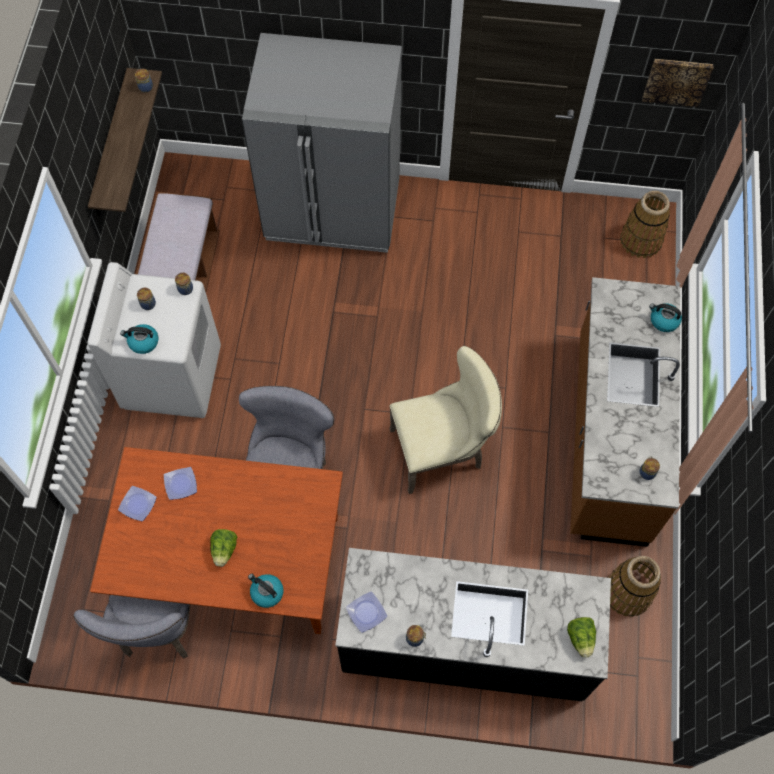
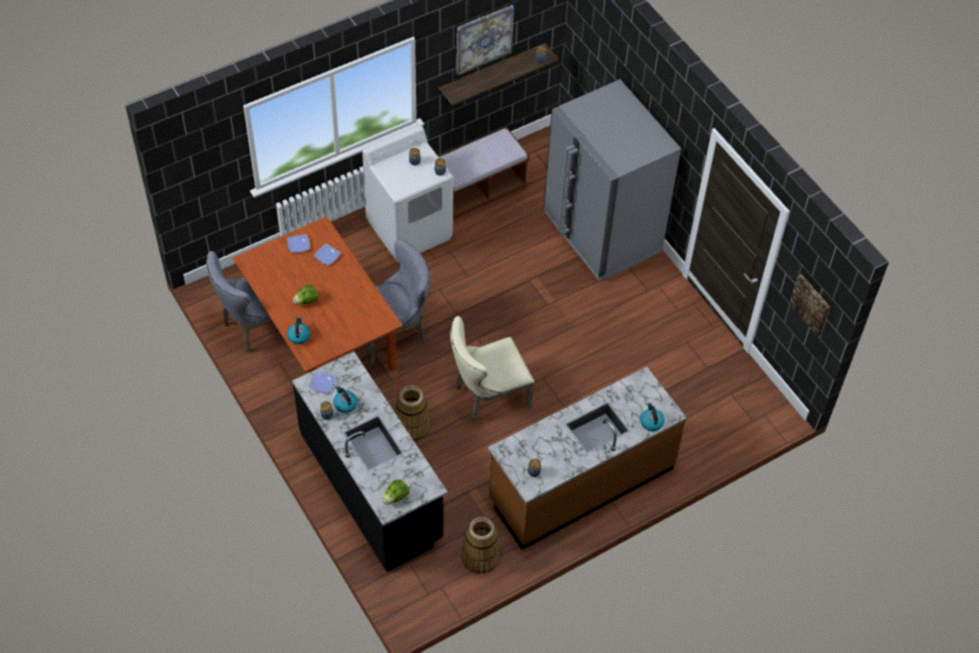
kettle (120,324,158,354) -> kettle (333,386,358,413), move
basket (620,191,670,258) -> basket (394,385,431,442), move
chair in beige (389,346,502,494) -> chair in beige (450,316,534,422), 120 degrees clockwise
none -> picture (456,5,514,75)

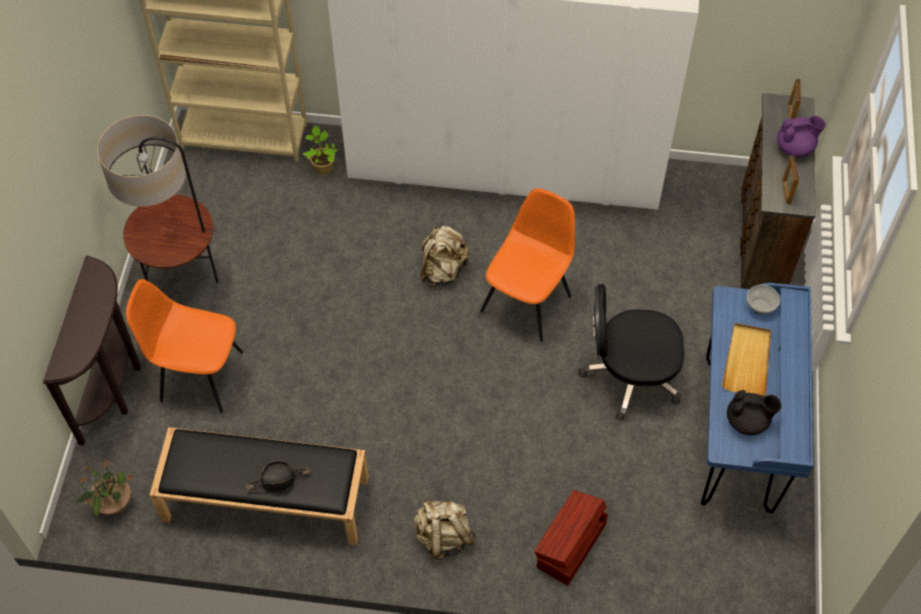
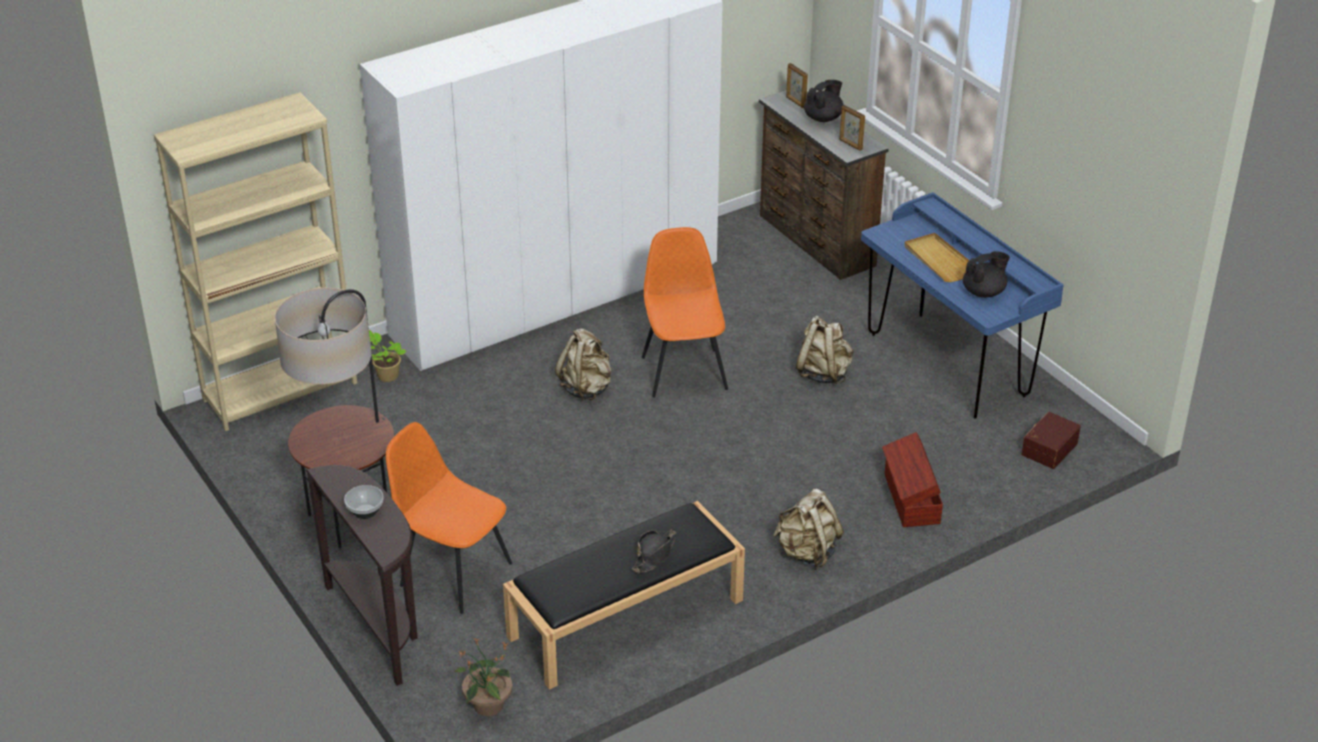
bowl (747,285,780,314) -> bowl (344,485,384,519), move
chair in orange (126,279,243,413) -> chair in orange (386,422,512,614), 60 degrees clockwise
office chair in black (578,284,684,420) -> backpack in beige (796,316,854,384)
teapot in purple (777,116,826,157) -> teapot in black (804,80,843,122)
none -> storage box in brown (1021,412,1081,469)

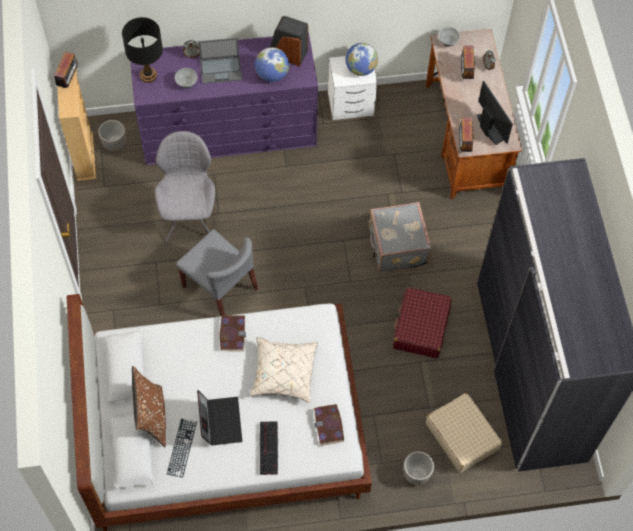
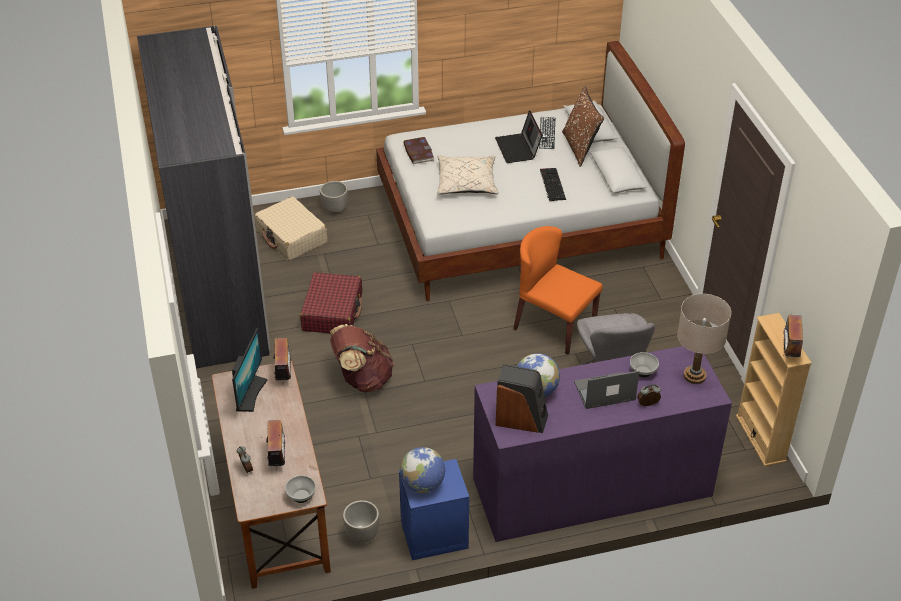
monitor (477,81,513,145) -> monitor (232,328,267,412), 135 degrees counterclockwise
suitcase in grey (369,202,431,273) -> backpack in brown (330,324,394,392)
planter (98,120,126,151) -> planter (343,500,379,543), move
nightstand in white (328,56,377,120) -> nightstand in blue (399,459,469,560)
chair in grey (176,229,258,316) -> chair in orange (513,226,603,355)
keyboard (260,421,279,475) -> keyboard (540,168,566,201), move
table lamp in black (122,17,163,83) -> table lamp in beige (677,294,731,384)
book (220,315,246,351) -> none

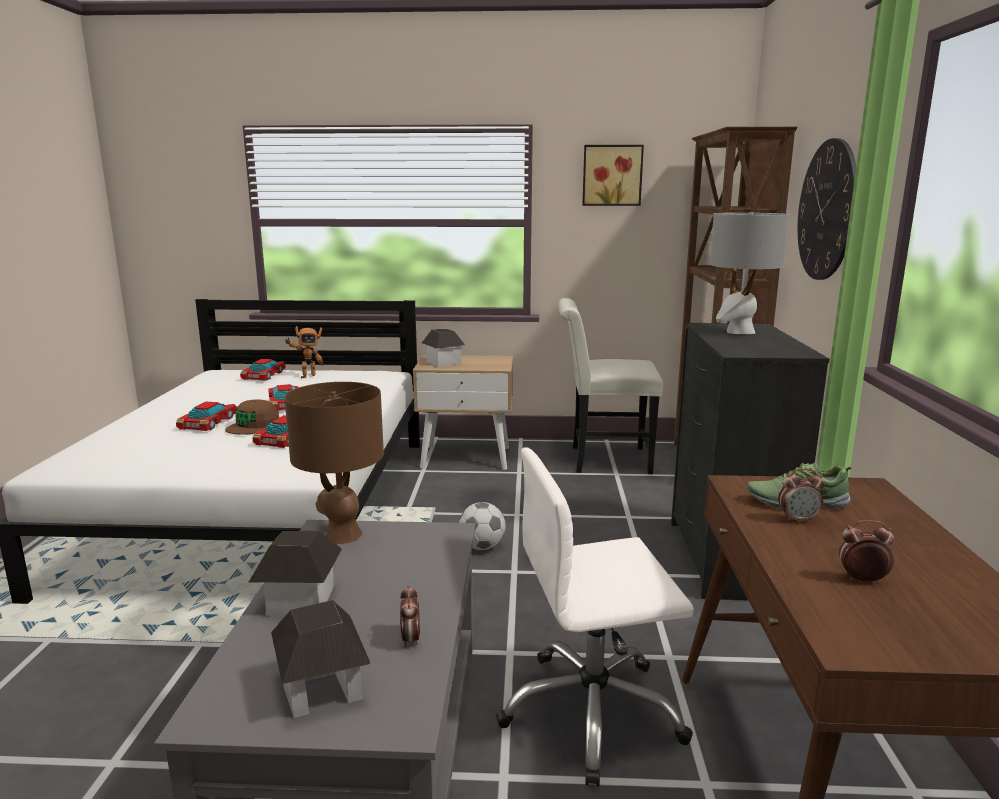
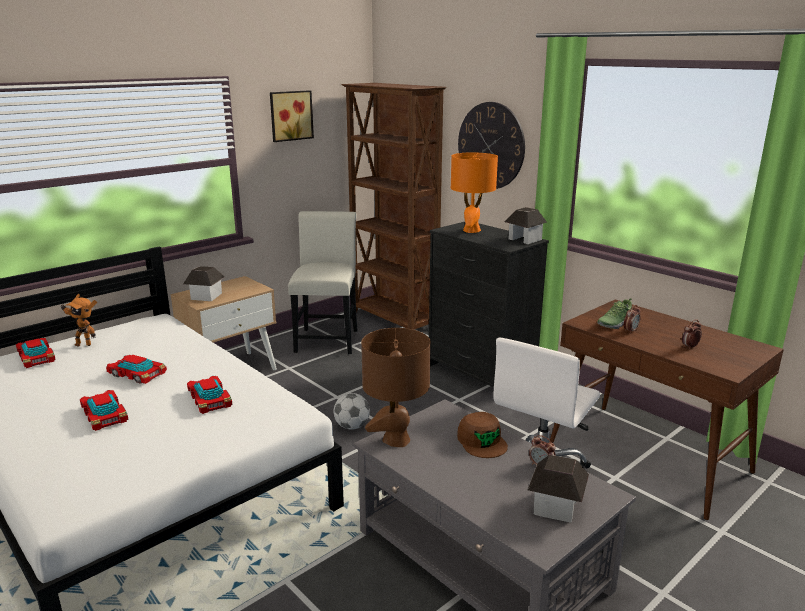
toy robot (285,326,323,378) -> toy robot (60,294,97,346), 90 degrees clockwise
chair in white (558,298,663,474) -> chair in white (288,211,357,354), 135 degrees clockwise
table lamp in grey (710,212,790,334) -> table lamp in orange (451,152,498,233)
cap in brown (225,399,279,435) -> cap in brown (457,412,508,458), move
toy house (249,531,342,616) -> toy house (505,207,547,244), move

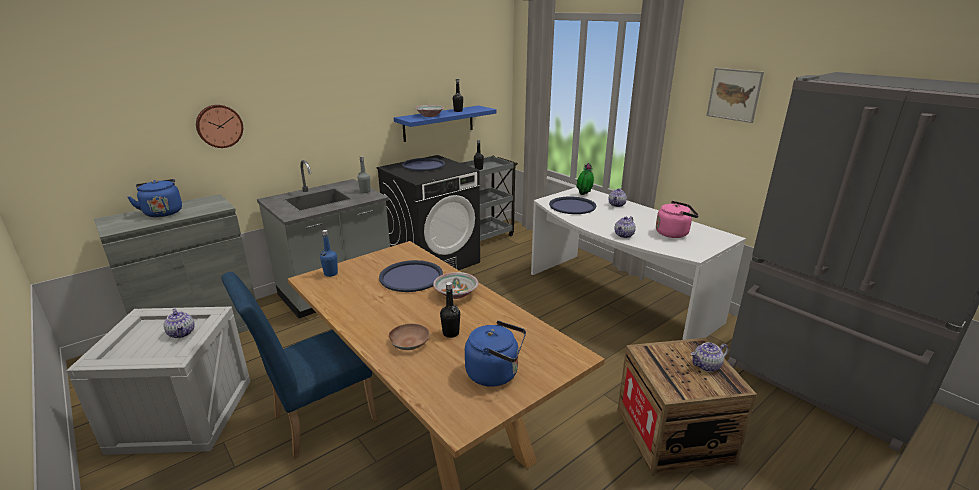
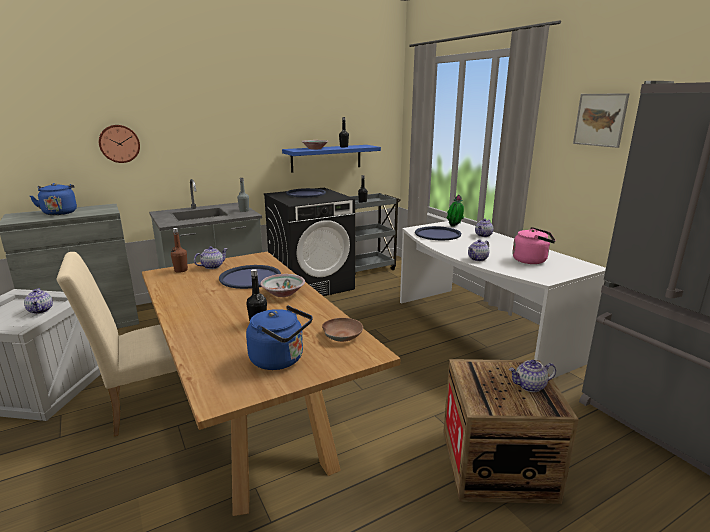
chair in blue (221,272,377,458) -> chair in beige (56,252,177,436)
bottle in blue (320,230,338,277) -> bottle in brown (171,228,188,273)
none -> teapot (194,246,228,269)
bowl in brown (389,323,430,350) -> bowl in brown (322,318,363,342), move

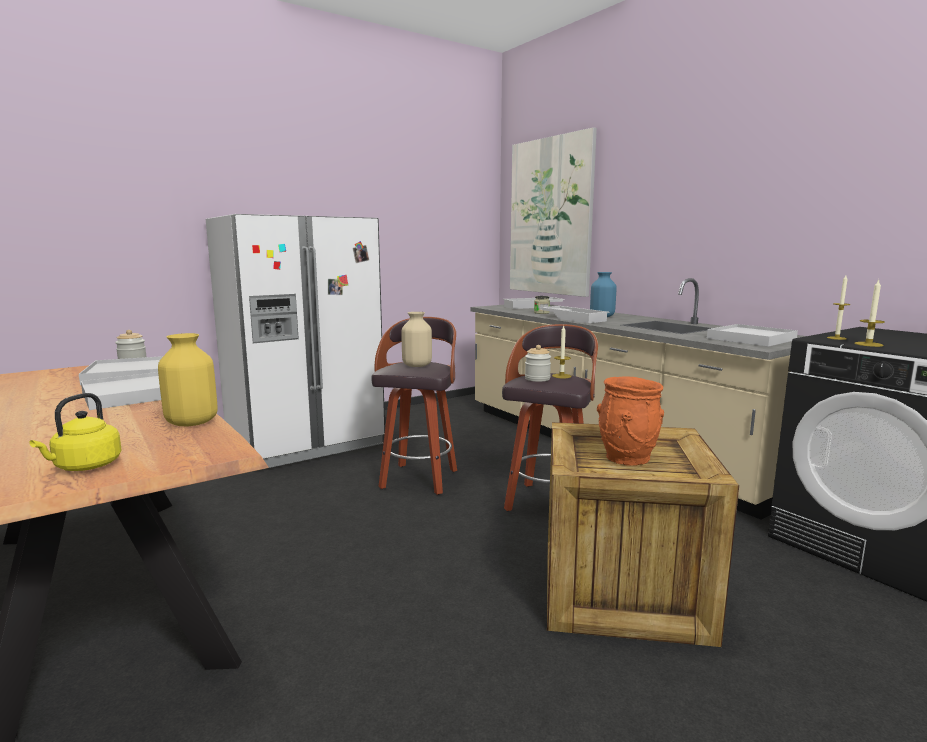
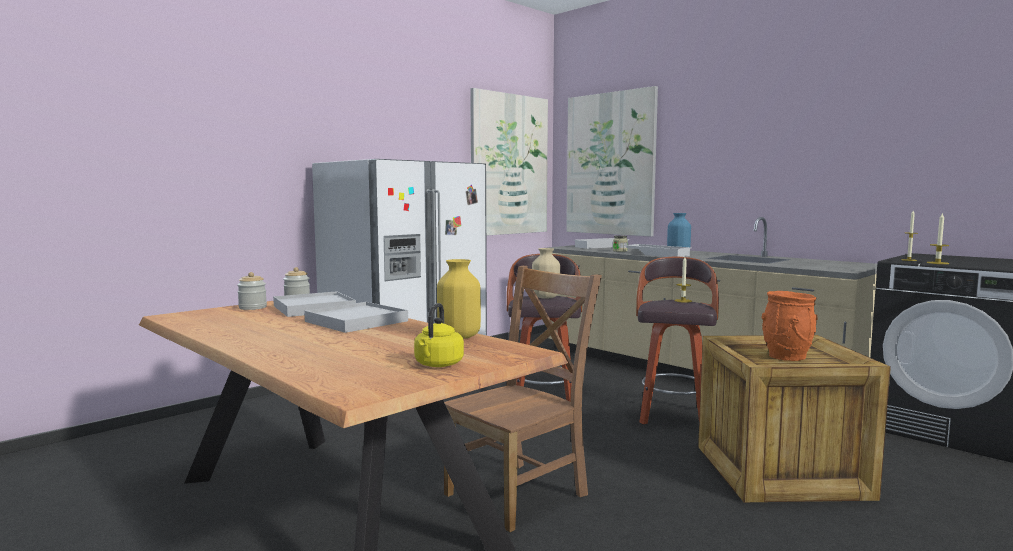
jar (525,345,551,382) -> jar (237,272,267,310), move
none -> chair in brown (444,266,602,532)
none -> picture (470,88,548,236)
tray in white (707,324,798,347) -> none

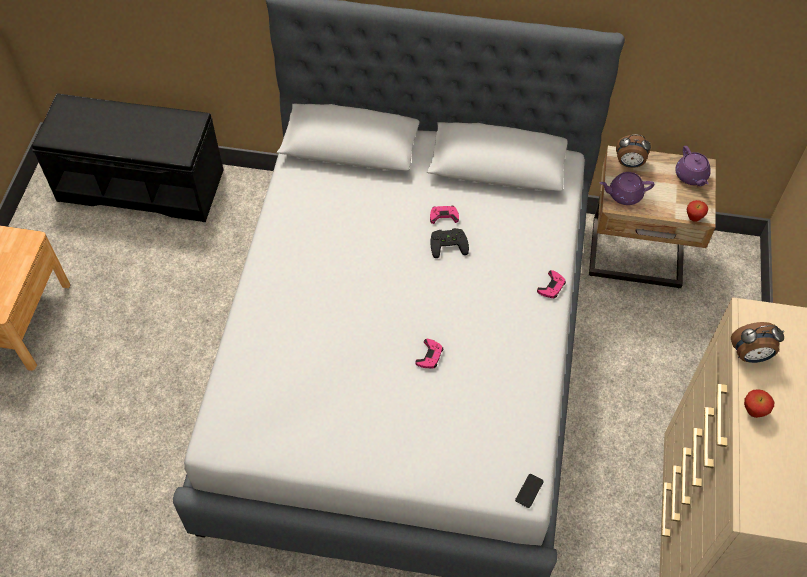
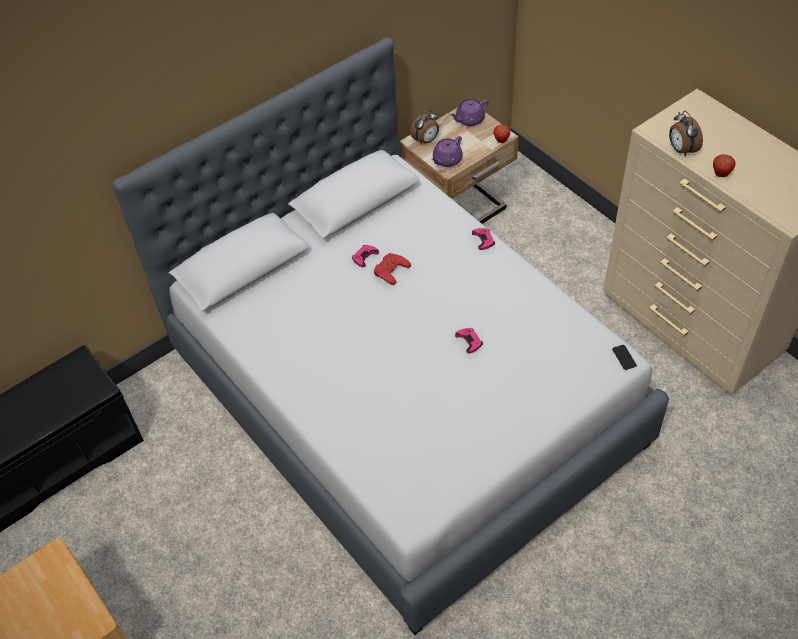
game controller in black (430,228,469,258) -> game controller in red (374,253,411,285)
teapot in purple (675,146,711,186) -> teapot in purple (450,99,489,126), 120 degrees clockwise
alarm clock (731,322,784,363) -> alarm clock (669,111,703,157), 120 degrees clockwise

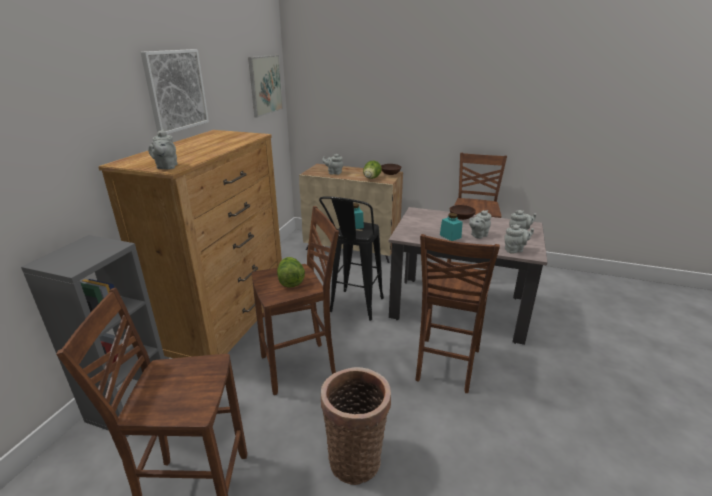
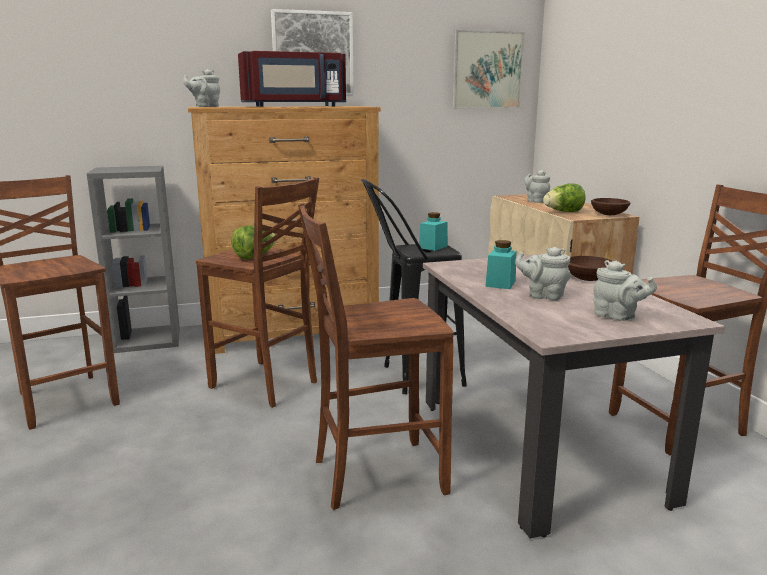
none -> microwave in red (238,51,346,107)
basket (321,367,391,485) -> none
teapot in grey (504,225,534,254) -> none

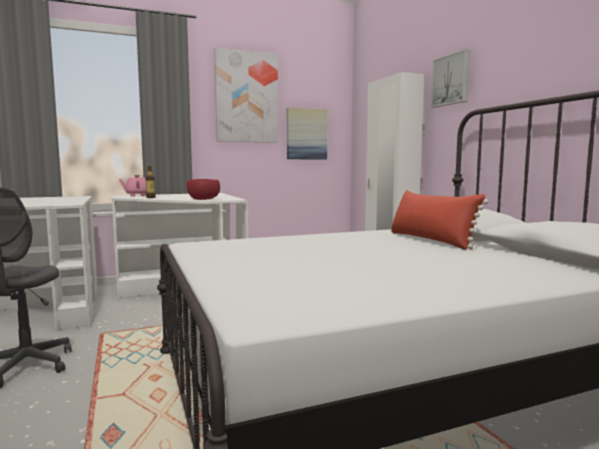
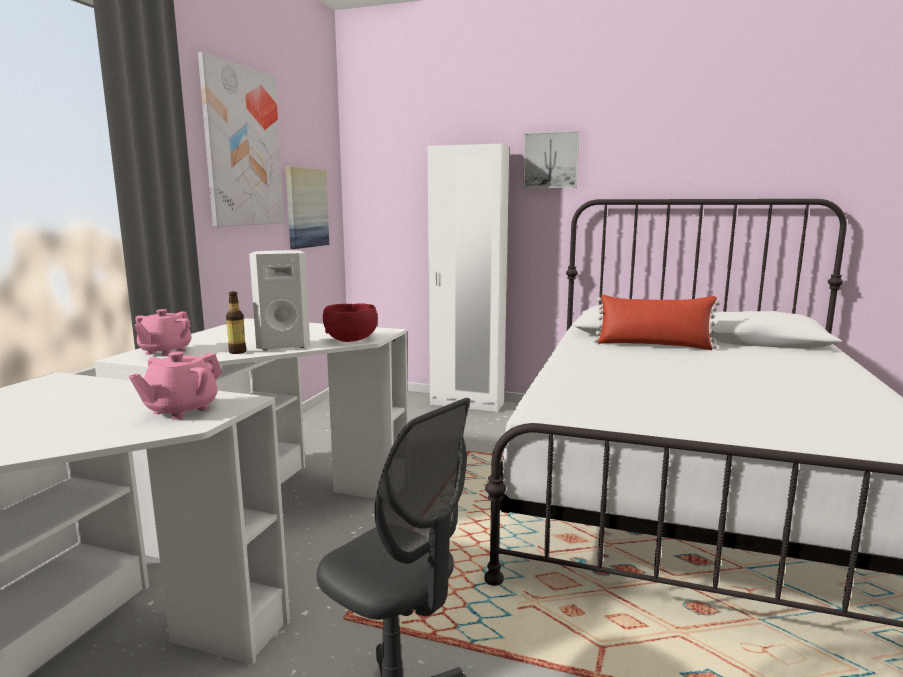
none -> teapot in pink (129,351,222,420)
none -> speaker in white (249,250,310,350)

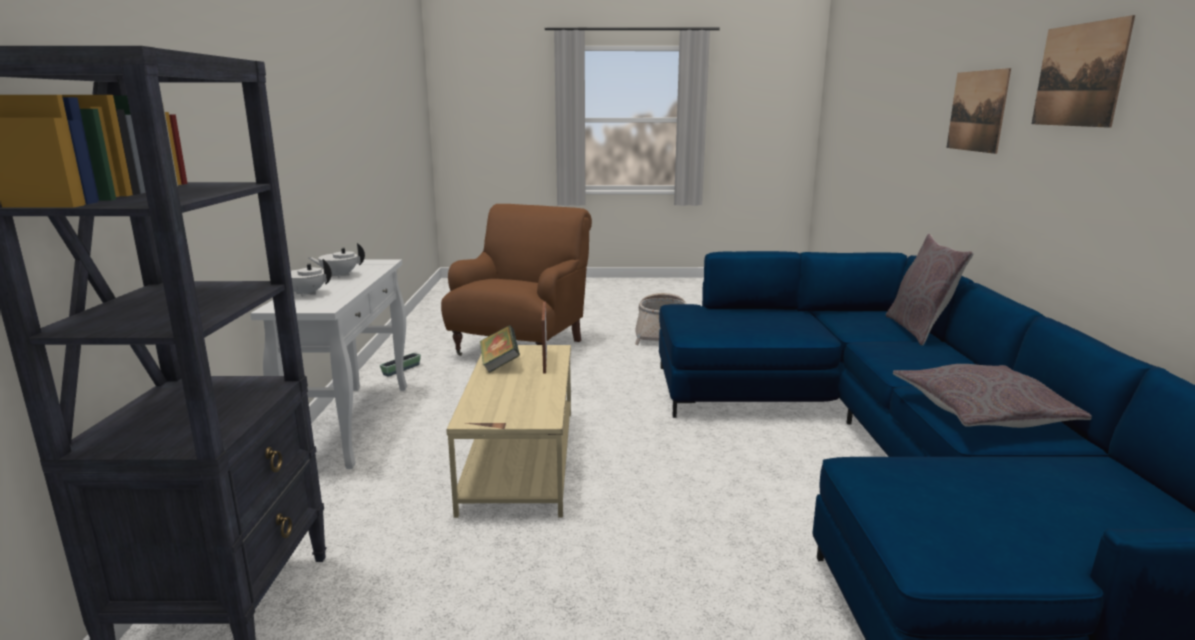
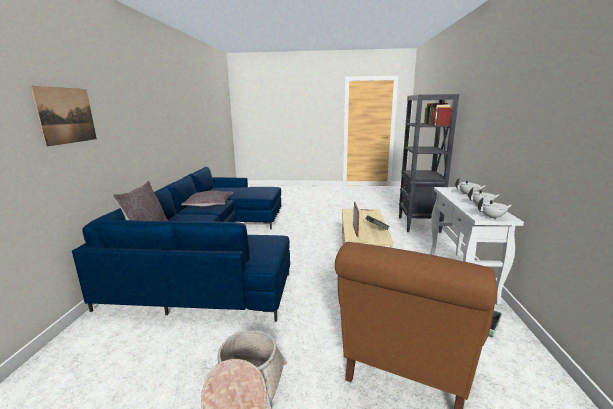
none -> teapot in white (478,198,512,220)
picture (1032,15,1135,128) -> none

